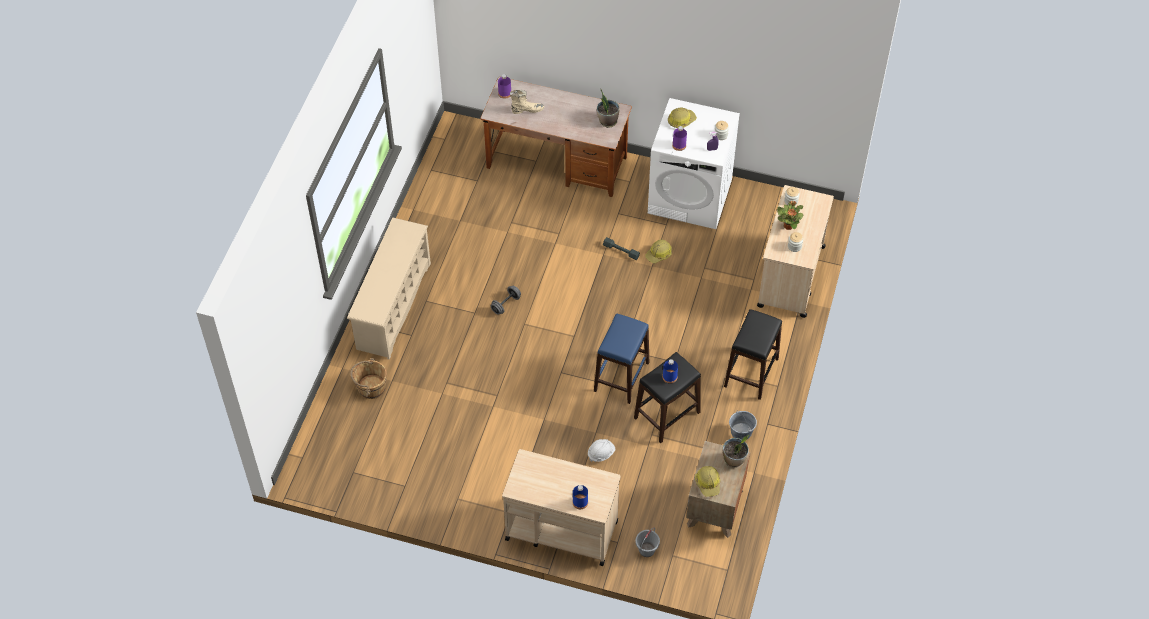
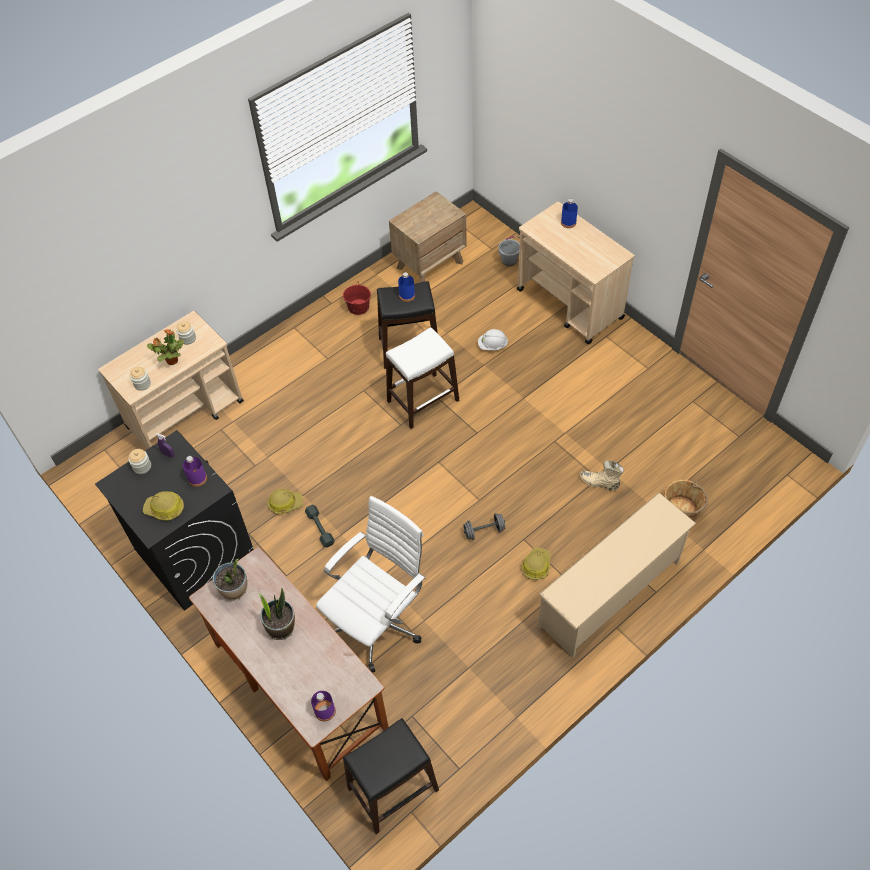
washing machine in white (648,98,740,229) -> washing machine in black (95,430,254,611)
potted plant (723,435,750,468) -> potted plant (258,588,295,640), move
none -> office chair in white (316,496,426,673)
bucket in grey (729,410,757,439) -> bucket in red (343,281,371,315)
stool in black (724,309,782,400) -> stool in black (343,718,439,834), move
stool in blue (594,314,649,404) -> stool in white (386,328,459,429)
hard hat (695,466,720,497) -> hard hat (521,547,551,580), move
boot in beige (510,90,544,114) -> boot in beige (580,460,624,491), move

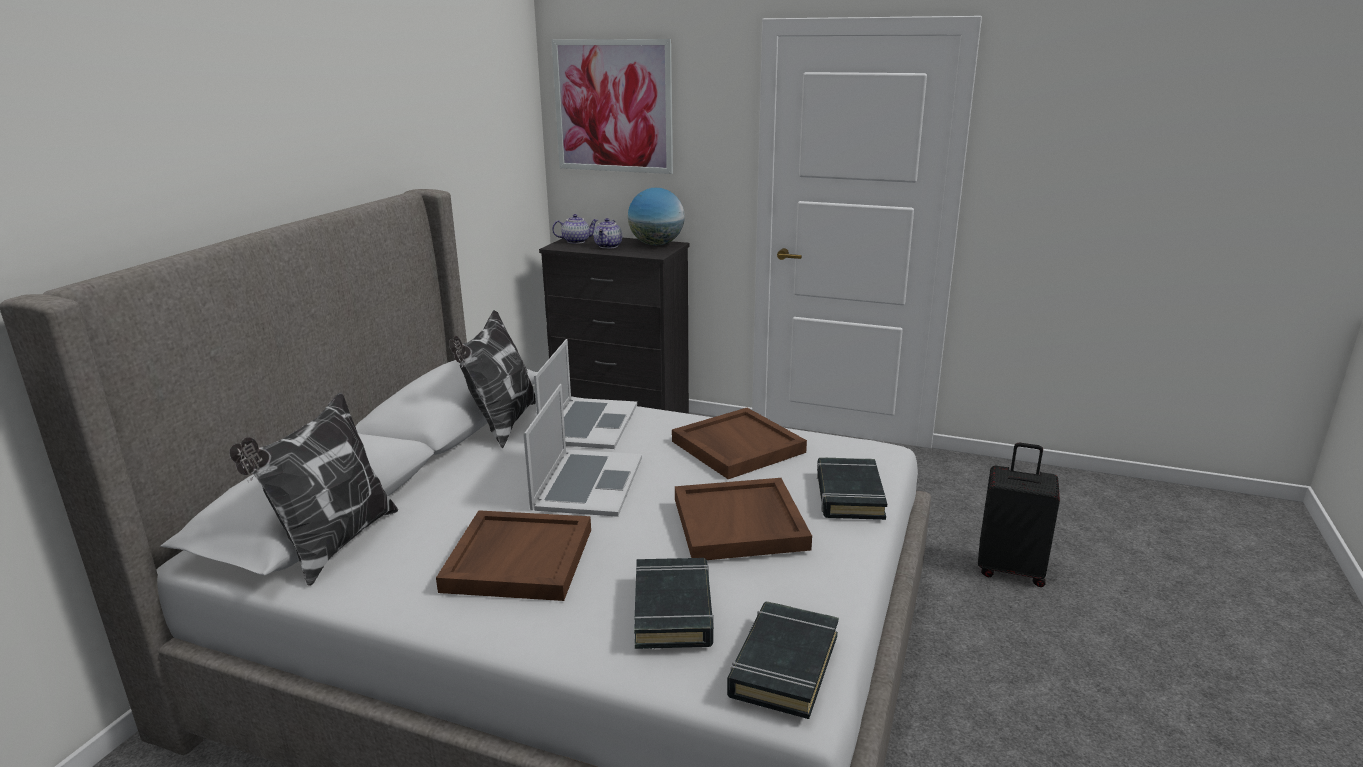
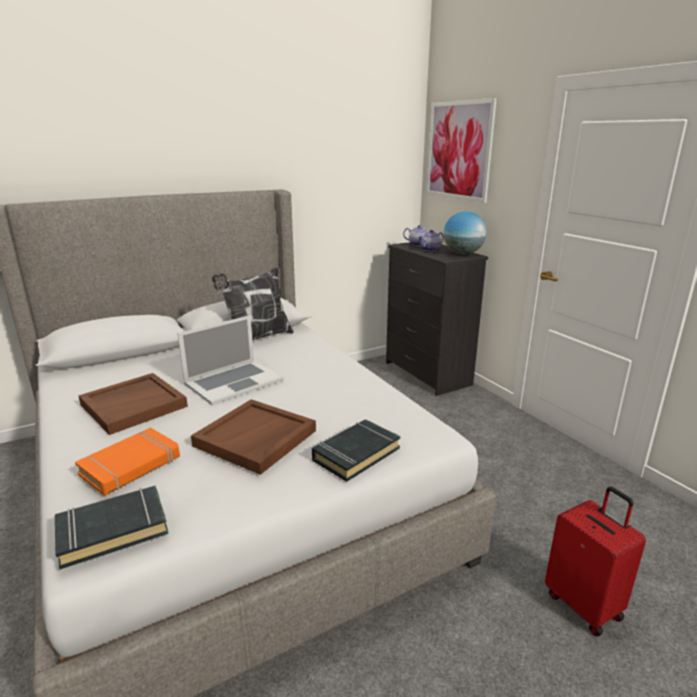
book in black (634,558,714,649) -> book in orange (75,427,180,496)
suitcase in black (978,442,1060,587) -> suitcase in red (545,486,646,636)
pillow (229,393,398,586) -> none
laptop (534,339,637,449) -> none
tray in brown (672,408,807,479) -> none

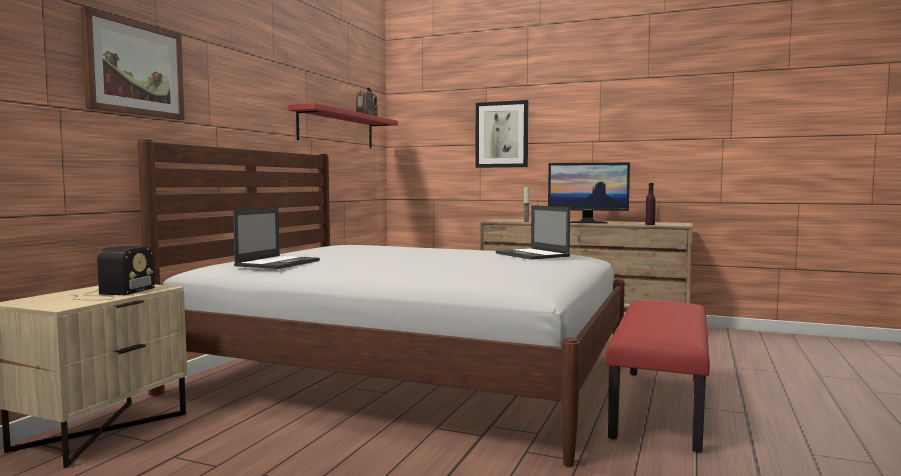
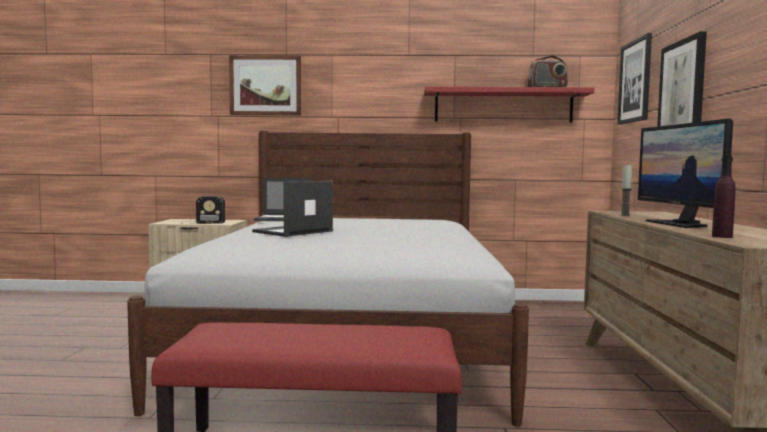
laptop (496,205,570,260) -> laptop (252,181,333,237), move
none -> picture (617,33,652,125)

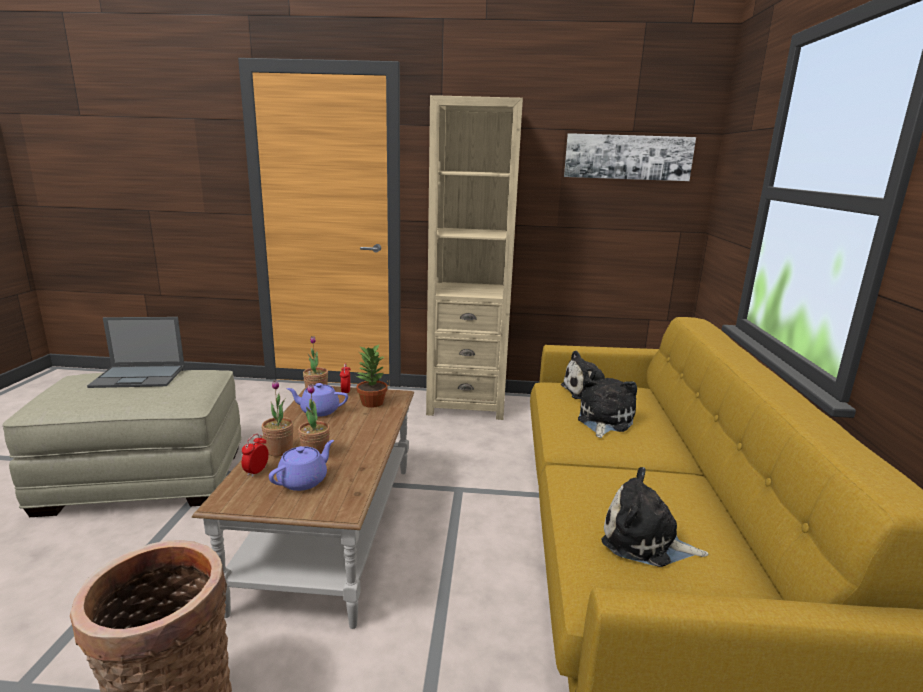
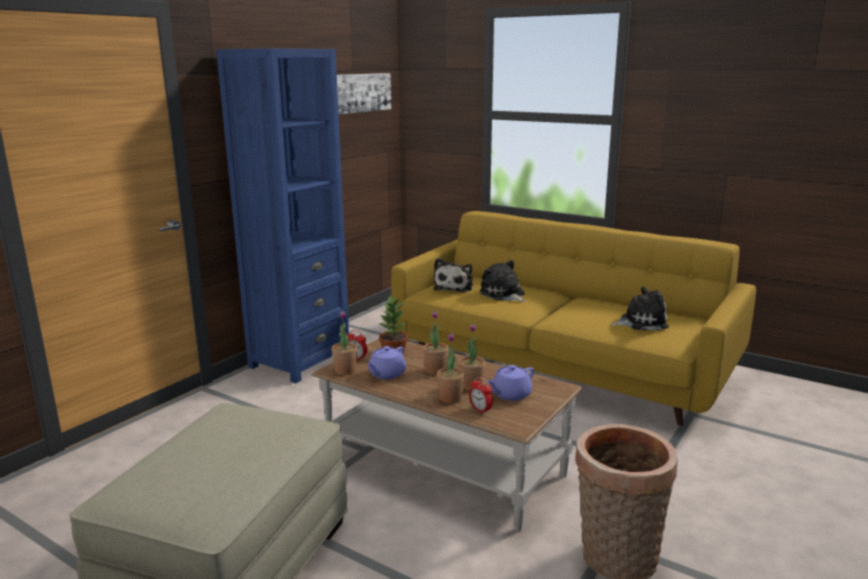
bookcase in beige (426,95,523,420) -> bookcase in blue (216,48,349,383)
none -> potted plant (423,311,449,375)
teapot in purple (269,440,334,491) -> teapot in purple (486,365,534,401), 105 degrees counterclockwise
plush toy (601,467,708,567) -> plush toy (610,287,669,331), 150 degrees counterclockwise
laptop (87,317,185,388) -> none

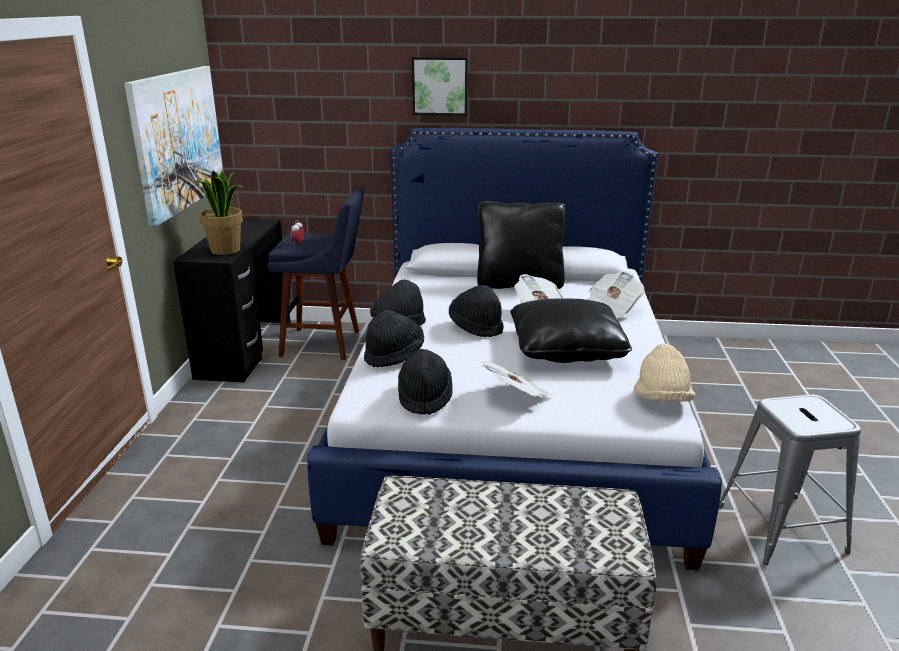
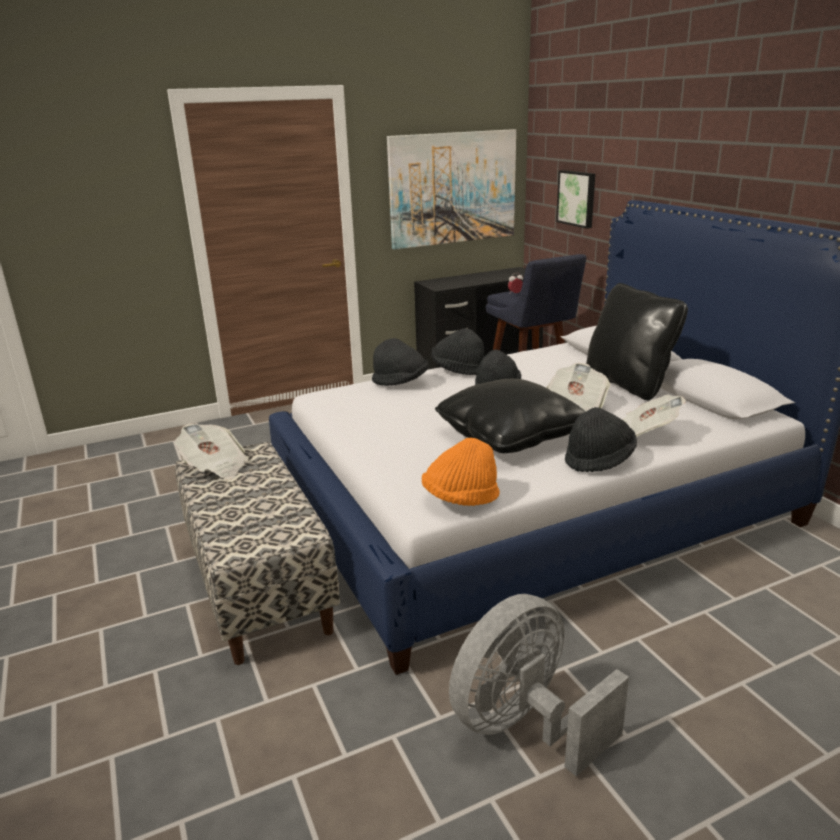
newspaper (480,361,553,398) -> newspaper (175,423,249,479), move
hat in beige (634,344,696,402) -> hat in orange (422,437,500,506)
stool in grey (719,394,861,565) -> fan in grey (449,594,629,776)
picture (412,57,468,116) -> picture (556,170,595,229), move
hat in black (398,349,453,415) -> hat in black (565,407,637,472), move
potted plant (195,170,243,255) -> none

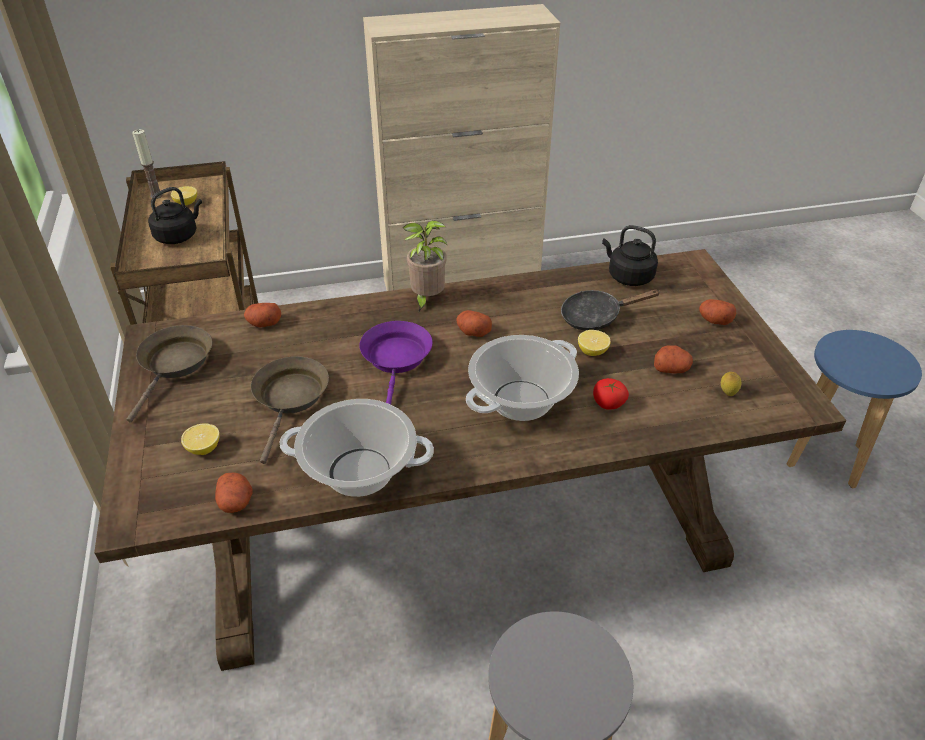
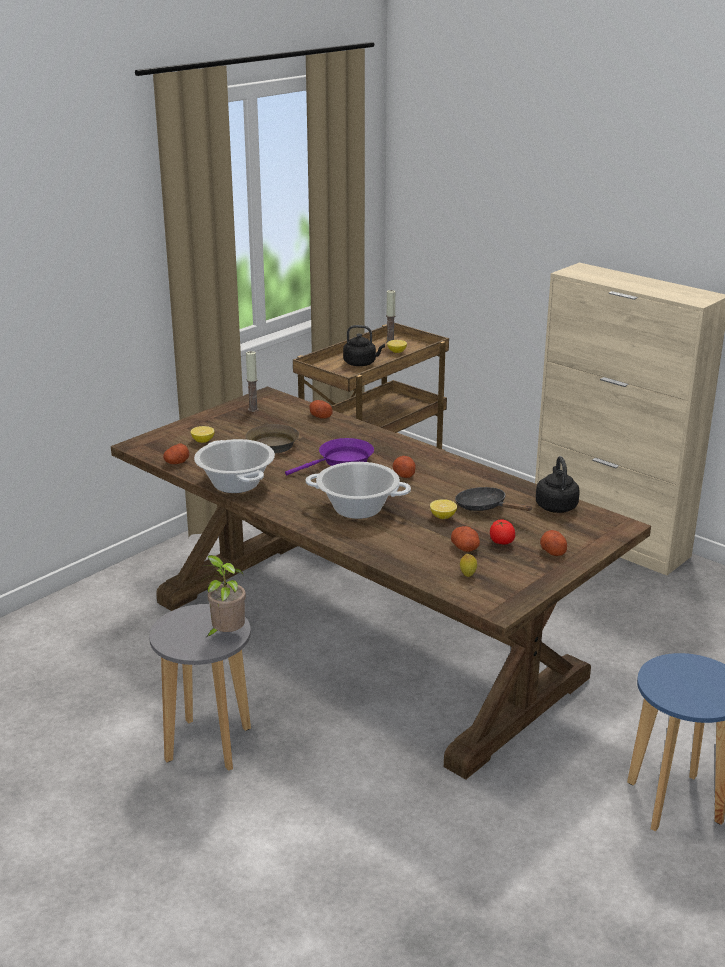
potted plant (402,220,447,312) -> potted plant (203,555,246,638), move
frying pan in brown (126,325,212,423) -> candle (246,351,259,412)
tomato (593,378,629,410) -> tomato (490,519,515,544), move

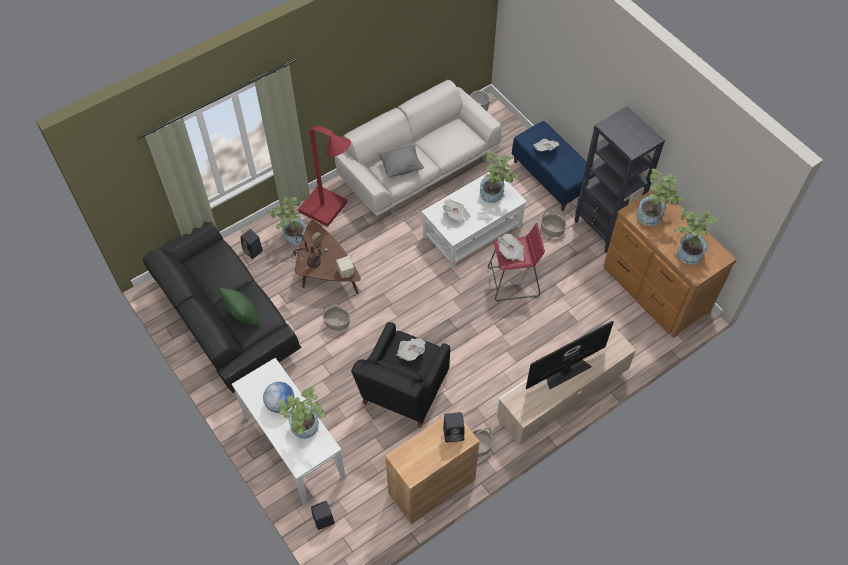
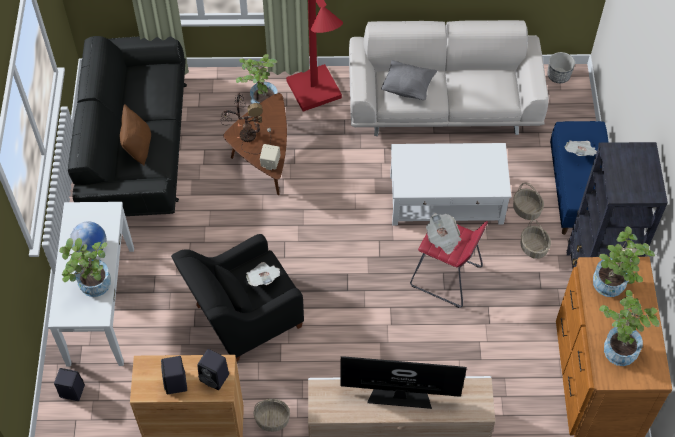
pillow in green (219,287,259,326) -> pillow in brown (120,104,151,166)
speaker in black (240,229,263,259) -> speaker in black (161,356,187,394), move
basket (323,304,350,331) -> basket (513,182,544,220), move
newspaper (442,199,471,222) -> none
potted plant (480,150,518,204) -> none

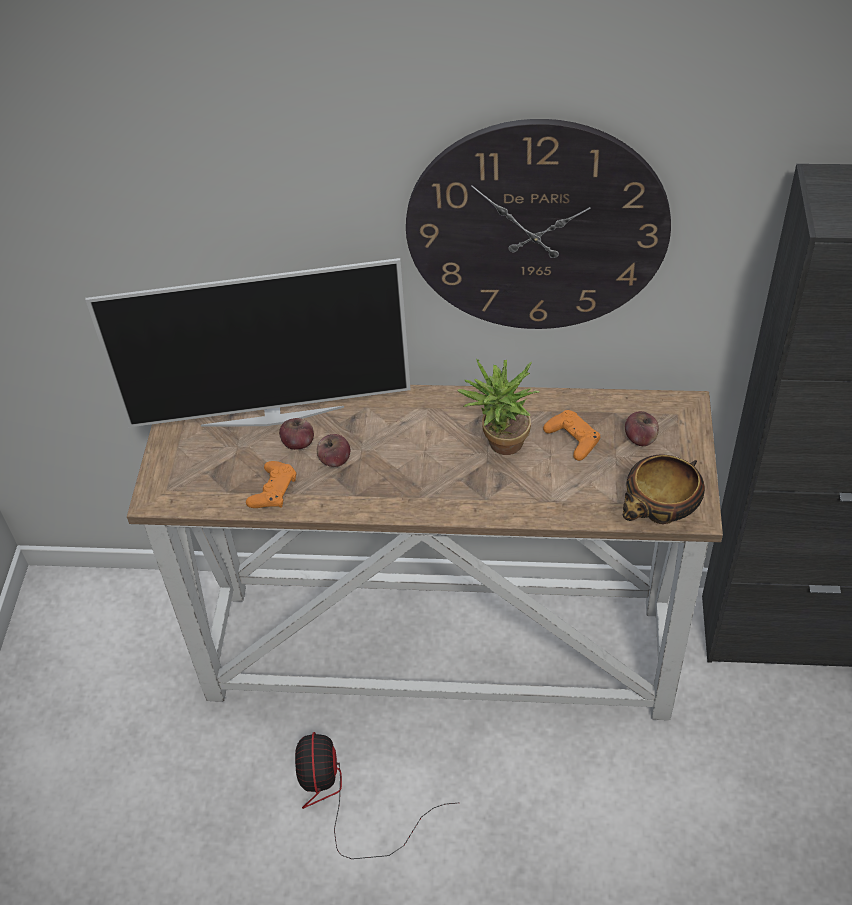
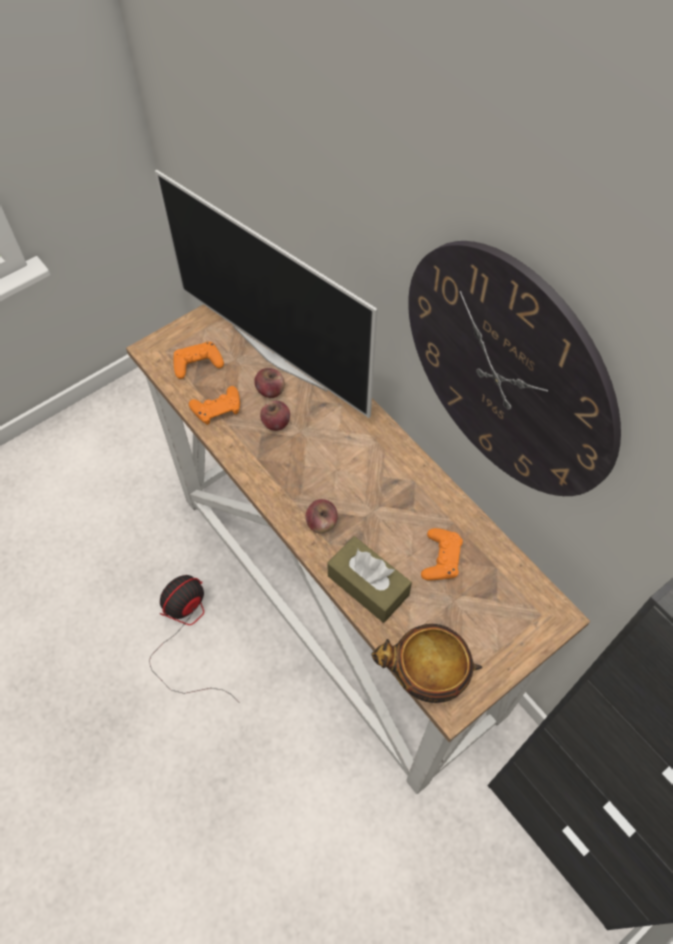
none -> game controller in orange (174,342,224,379)
apple (625,411,659,446) -> apple (306,499,338,533), move
none -> tissue box in brown (327,536,412,623)
potted plant (457,359,540,455) -> none

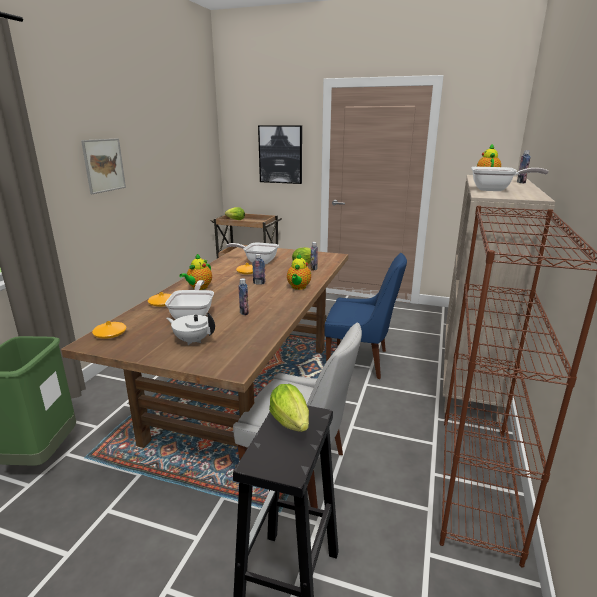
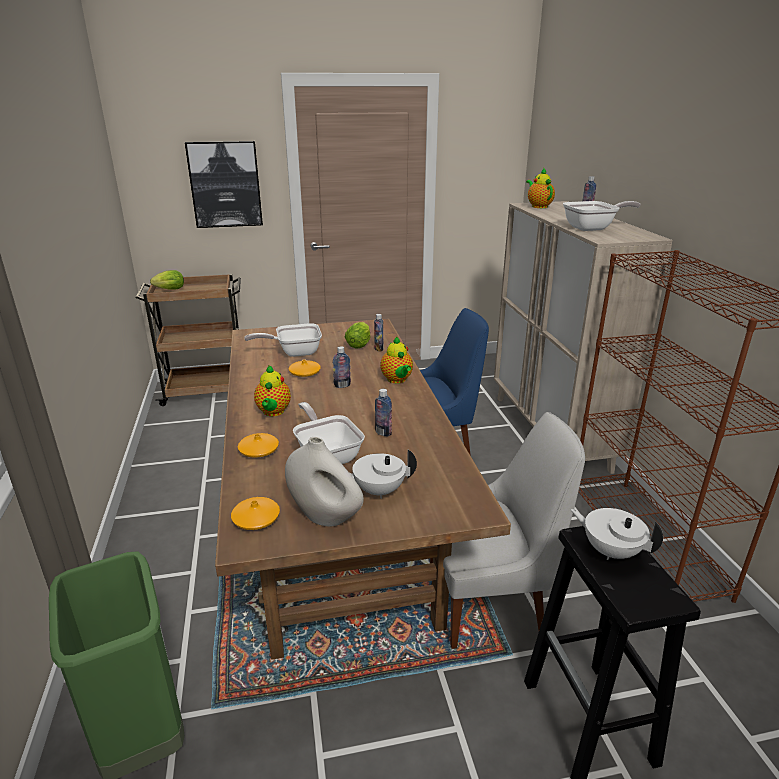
none -> vase in white (285,437,364,526)
lettuce (269,384,309,432) -> teapot in white (571,508,663,560)
picture (81,138,126,194) -> none

